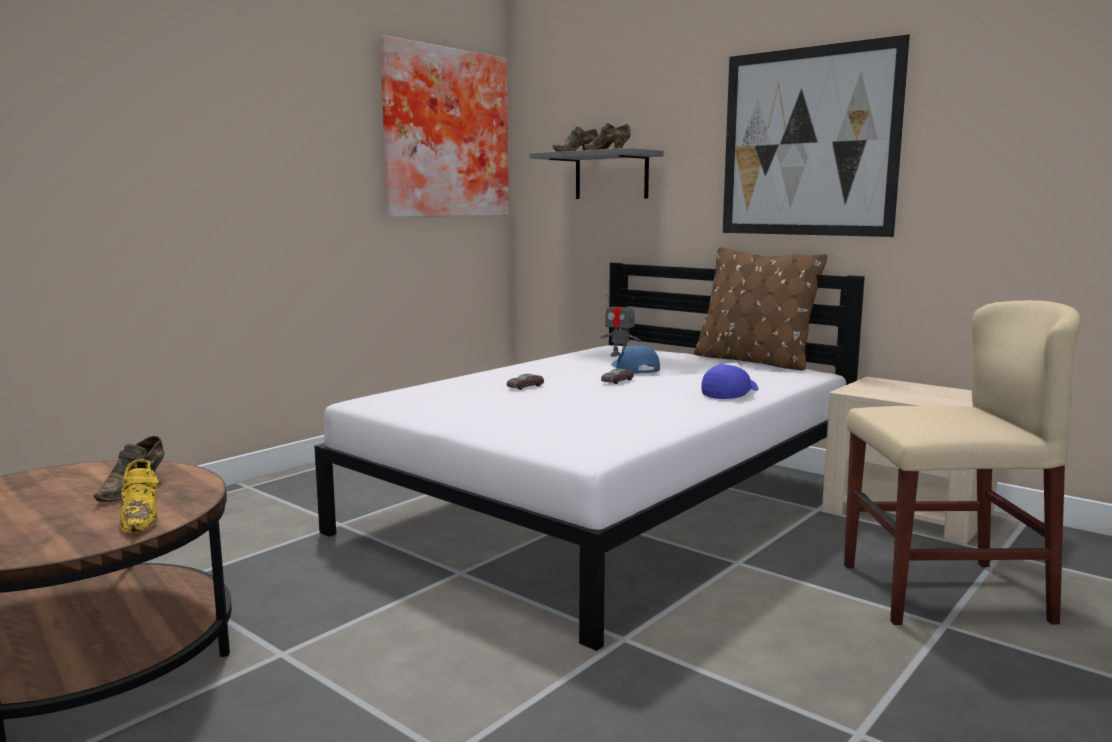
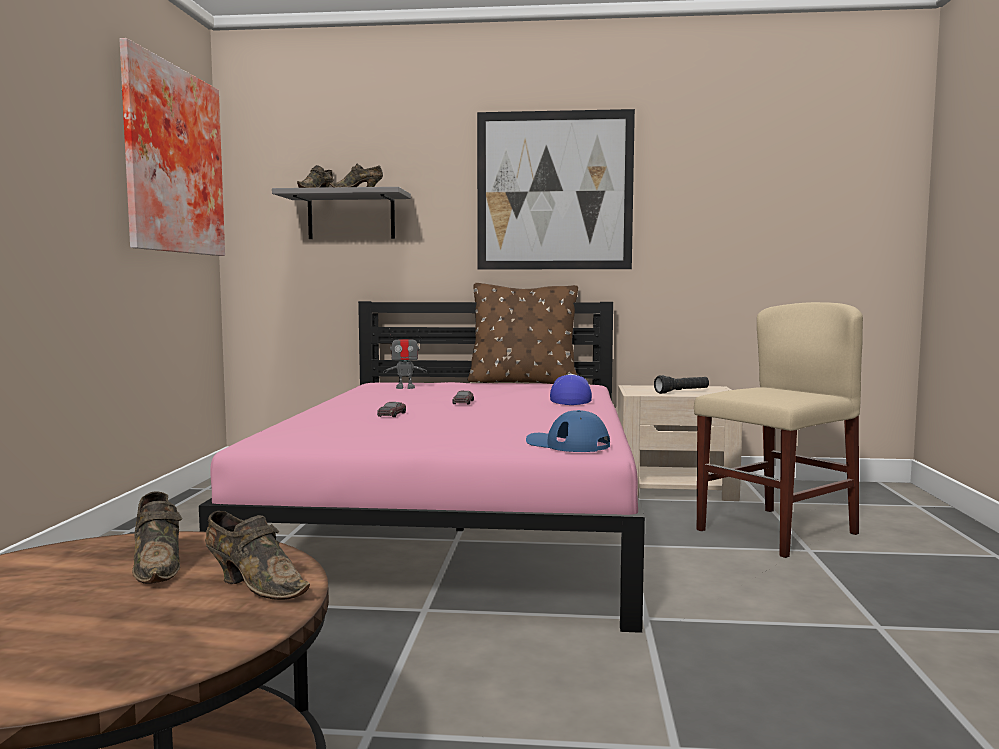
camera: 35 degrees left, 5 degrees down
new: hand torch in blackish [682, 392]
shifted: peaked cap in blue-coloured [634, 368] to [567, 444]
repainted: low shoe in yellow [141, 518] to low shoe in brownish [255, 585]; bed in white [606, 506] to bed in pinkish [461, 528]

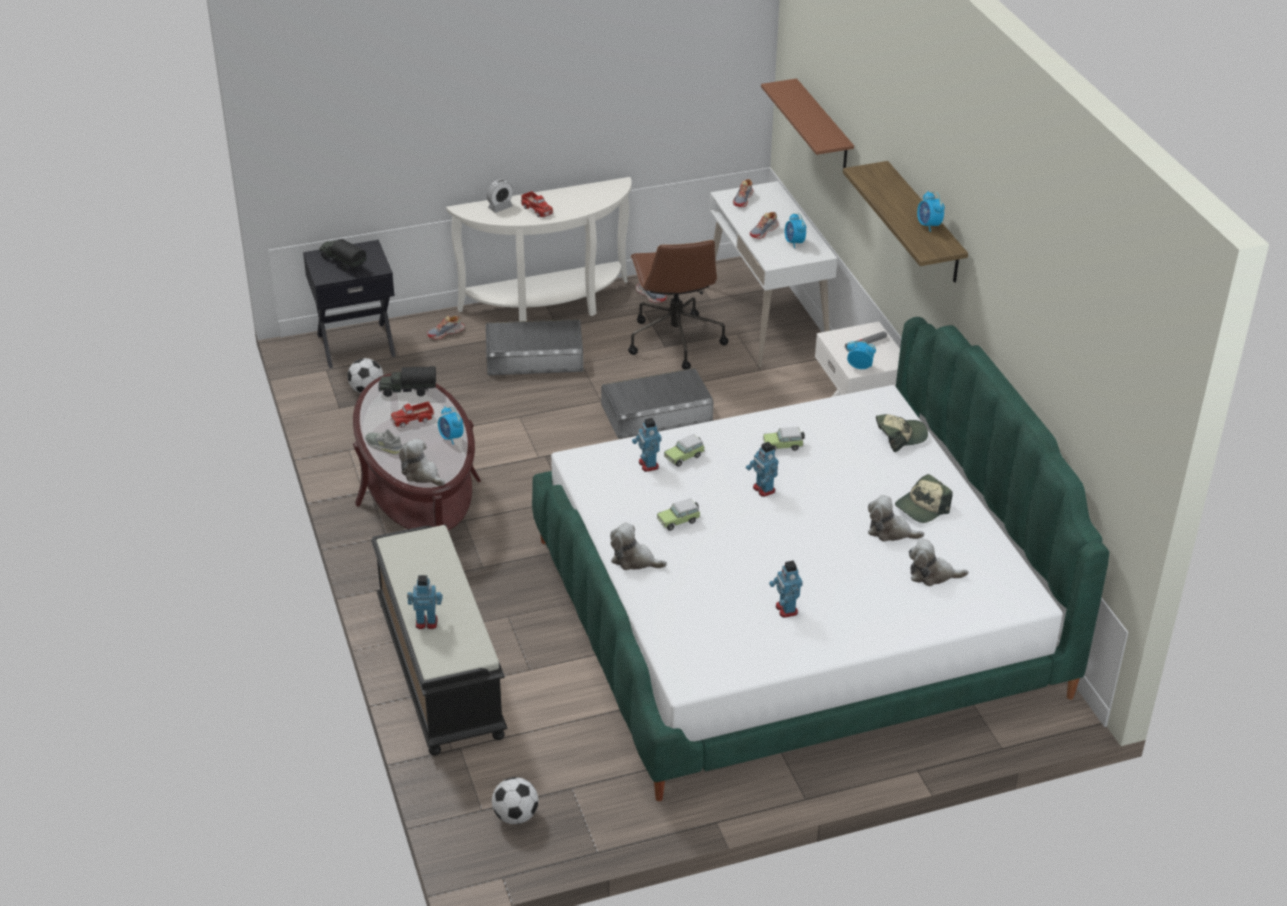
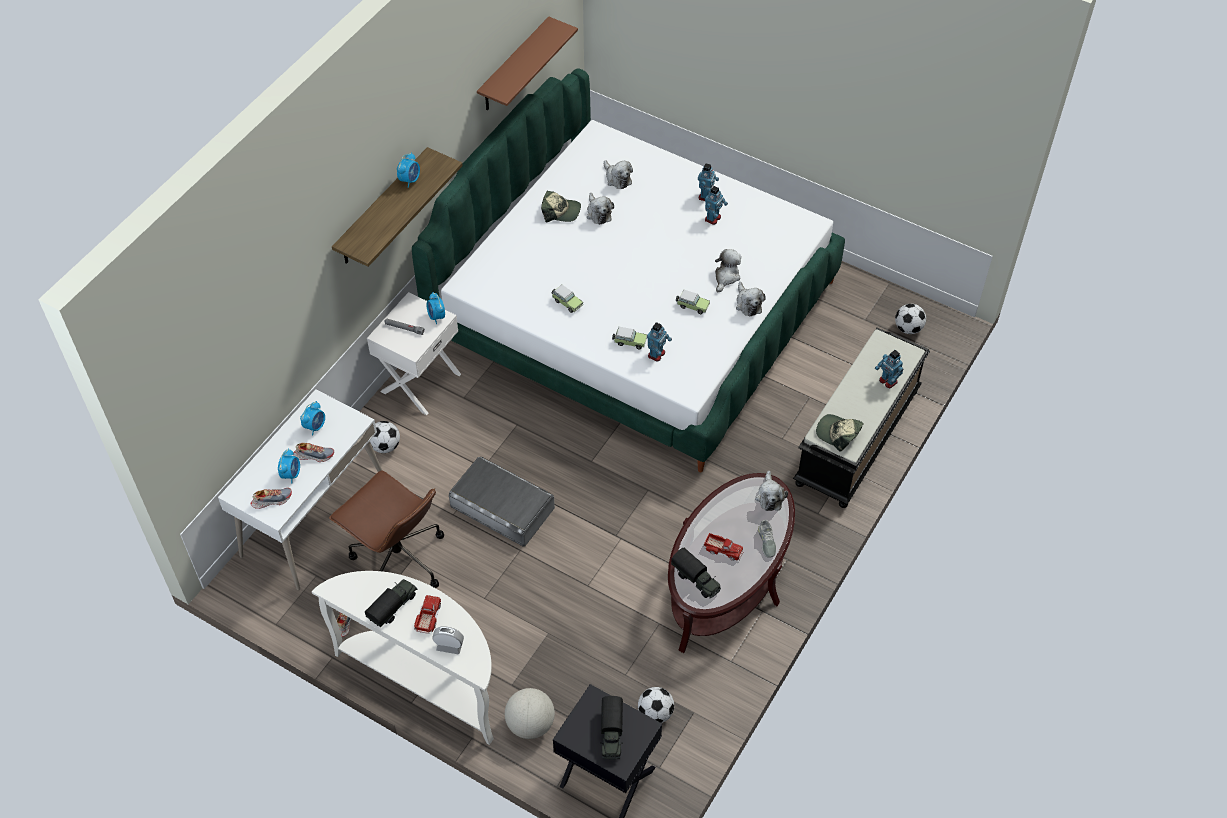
camera: 130 degrees left, 15 degrees up
gone: storage bin in grey [534, 356]
new: toy lorry [393, 607]; football ball [385, 446]; soft toy [726, 277]
shifted: table clock [451, 438] to [291, 474]; model robot [763, 489] to [706, 196]; shelf in brownish [823, 128] to [514, 66]; peaked cap [900, 436] to [838, 433]
swapped: low shoe [446, 333] to world globe [530, 724]
rotated: computer chair in brownish [674, 340] = [397, 559] 90 degrees clockwise

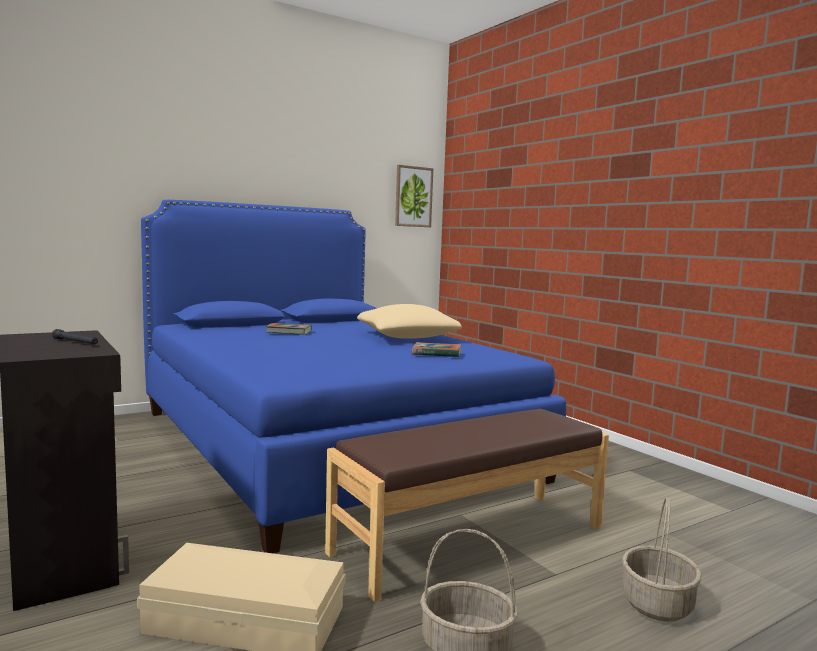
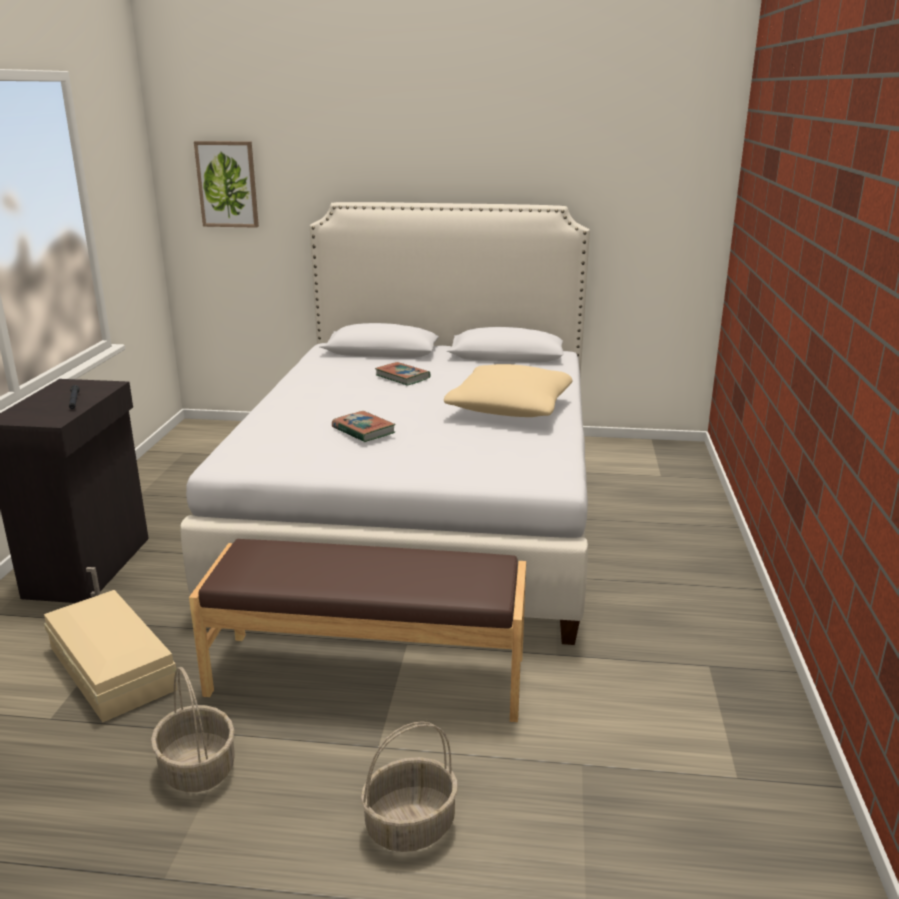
camera: 40 degrees right, 15 degrees up
shifted: wall picture [413, 196] to [227, 184]; volume [436, 353] to [363, 430]
repainted: bed in blue-coloured [325, 443] to bed in white [421, 510]

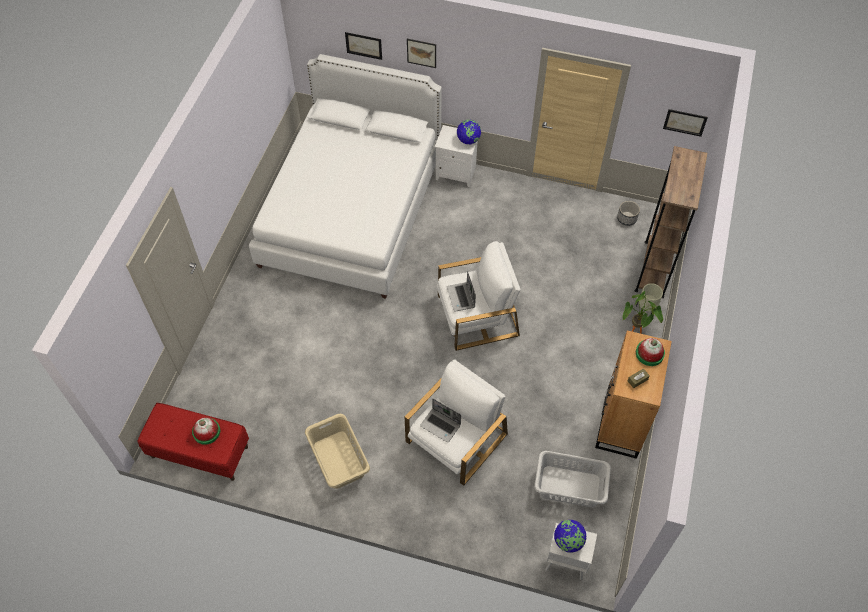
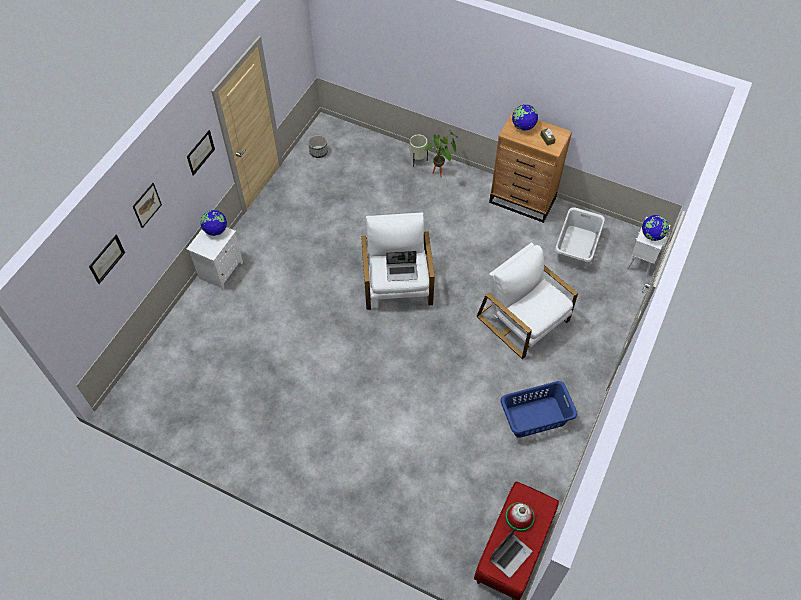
camera: 80 degrees left, 0 degrees up
gone: bed in white [351, 211]; bookshelf in brownish [654, 269]
shifted: notebook computer [441, 425] to [510, 555]; wall picture [685, 122] to [200, 152]
swapped: hat [649, 353] to world globe [523, 126]
repainted: laundry basket in sand-coloured [339, 459] to laundry basket in blue-coloured [534, 417]

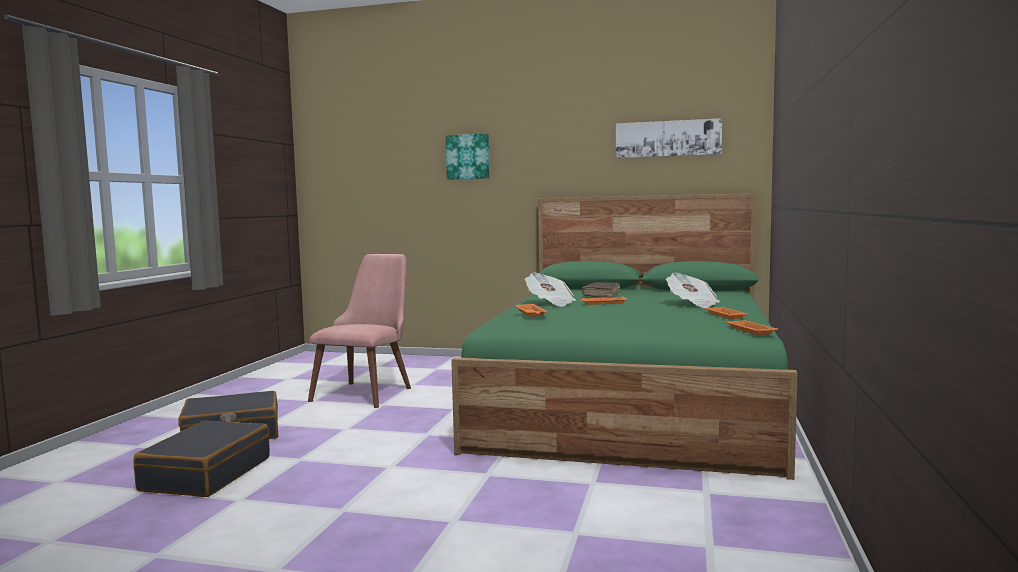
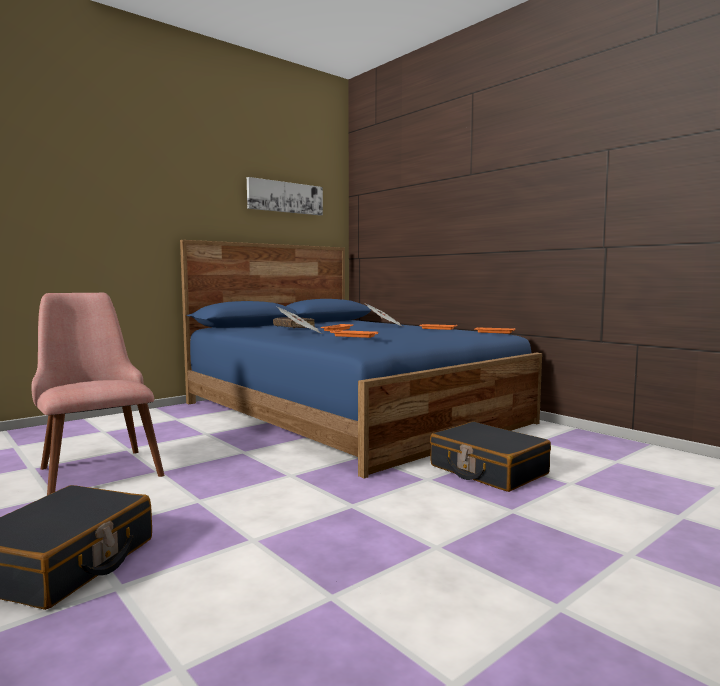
camera: 55 degrees left, 0 degrees up
gone: wall picture [468, 157]
shifted: piece of luggage in blackish [206, 474] to [487, 470]
repainted: bed in greenish [633, 402] to bed in blue-coloured [349, 412]

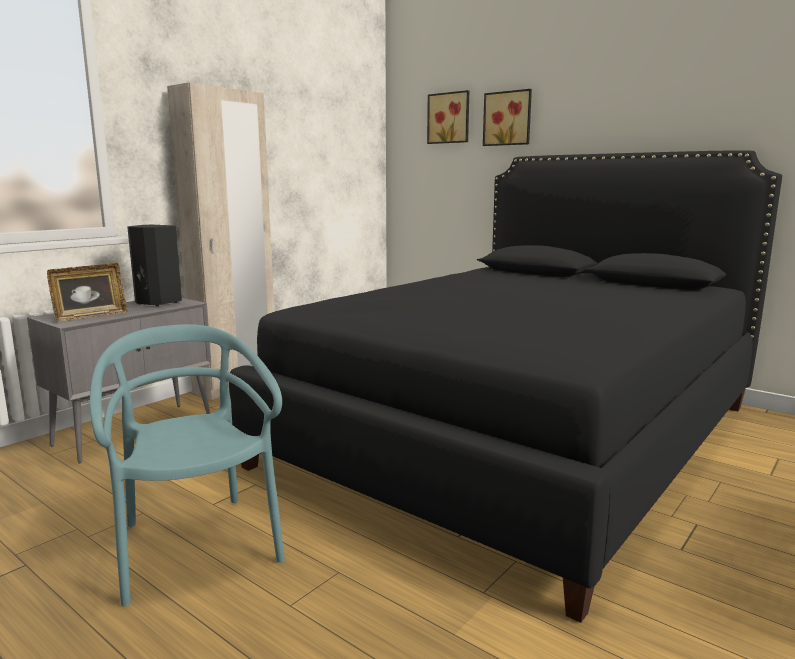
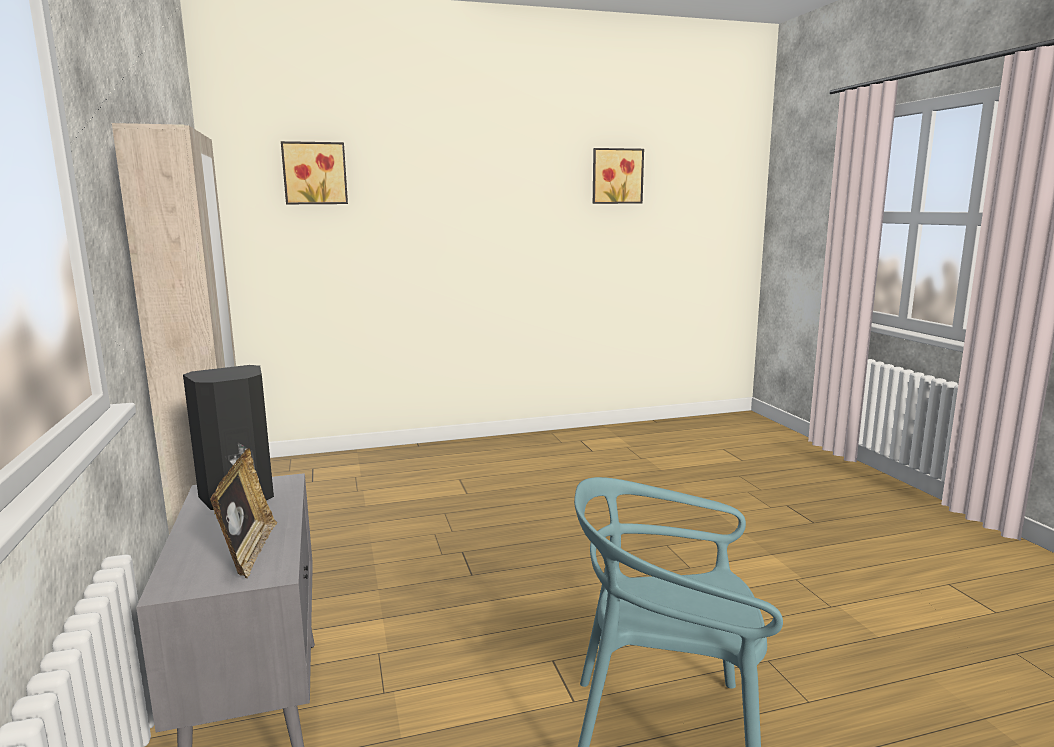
camera: 55 degrees left, 0 degrees up
gone: bed in blackish [521, 434]
shifted: wall picture [508, 118] to [616, 176]

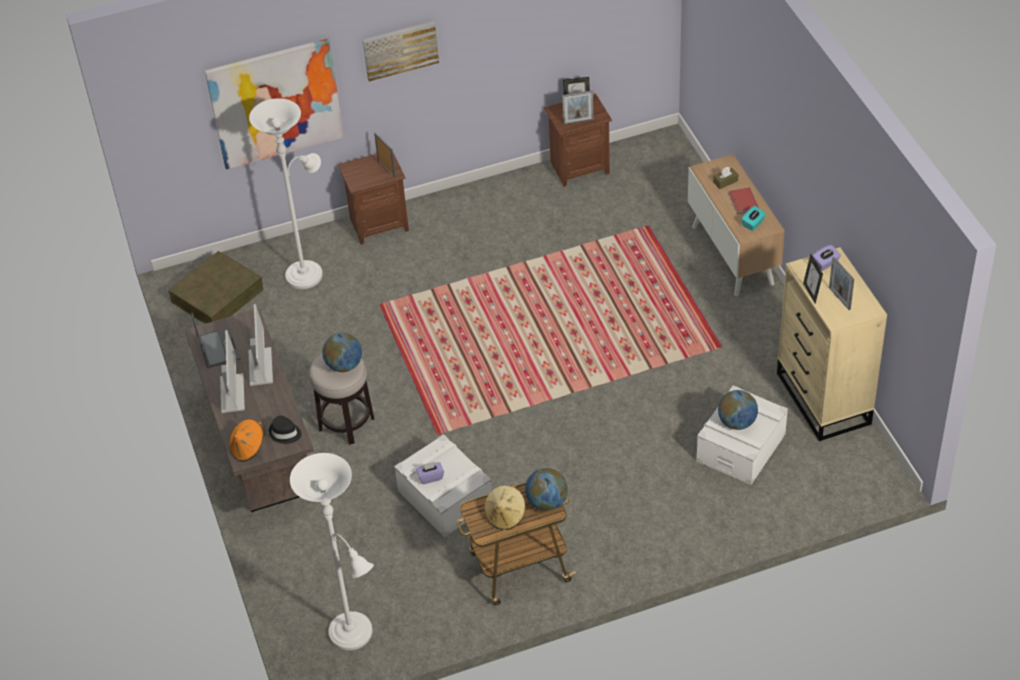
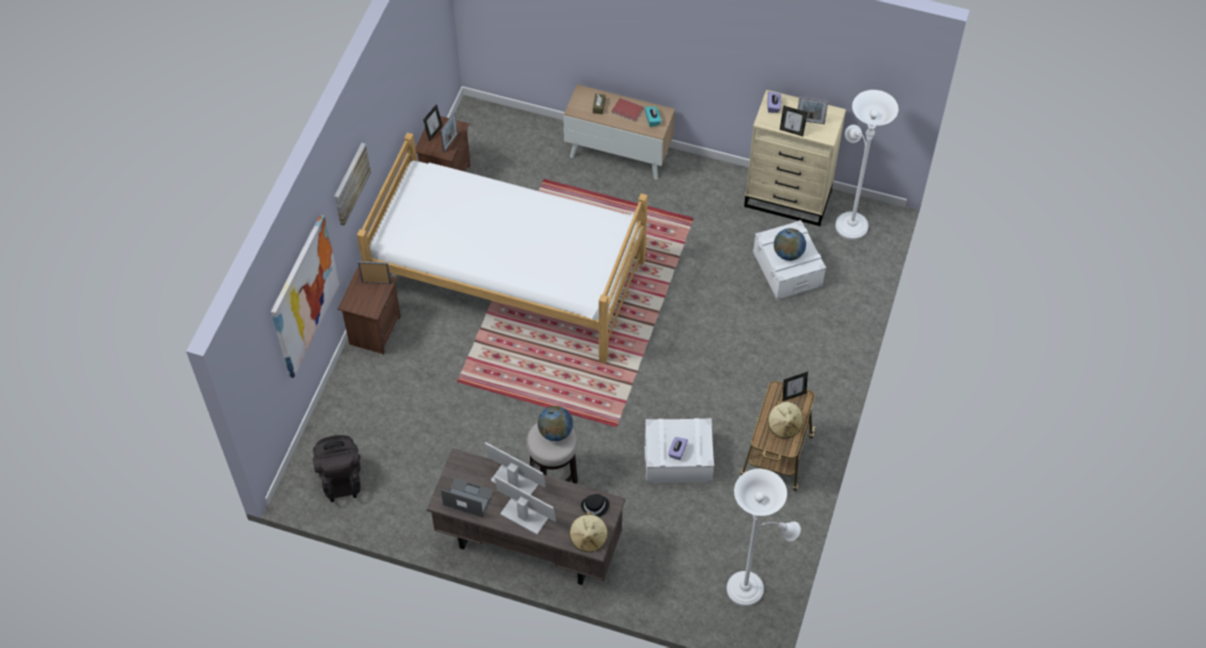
camera: 55 degrees left, 10 degrees up
new: bed [508, 277]
shifted: standing lamp in white [307, 272] to [849, 223]
swapped: storage bin in brownish [217, 296] to rucksack in blackish [341, 478]; world globe [547, 502] to picture frame [793, 395]
repainted: hat in orangey [248, 449] to hat in sand-coloured [588, 538]

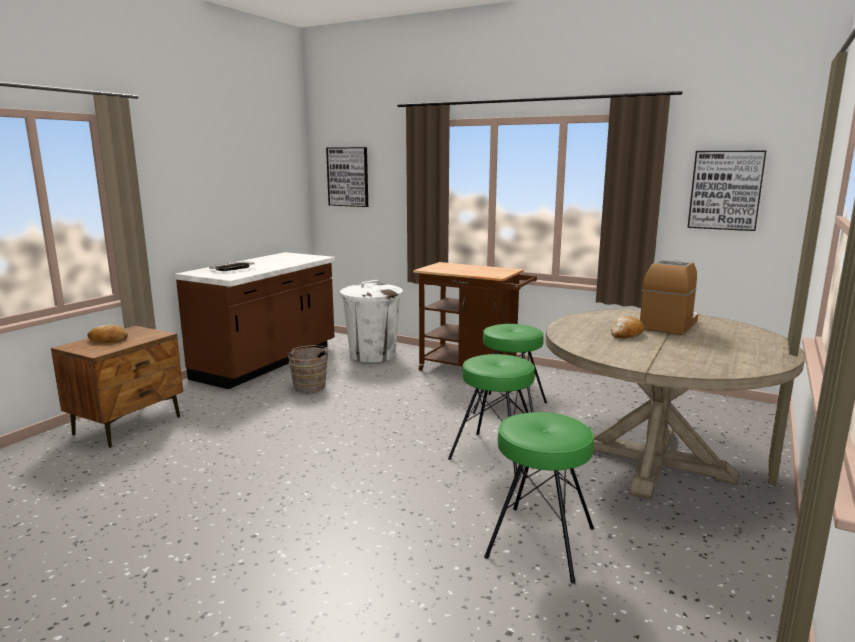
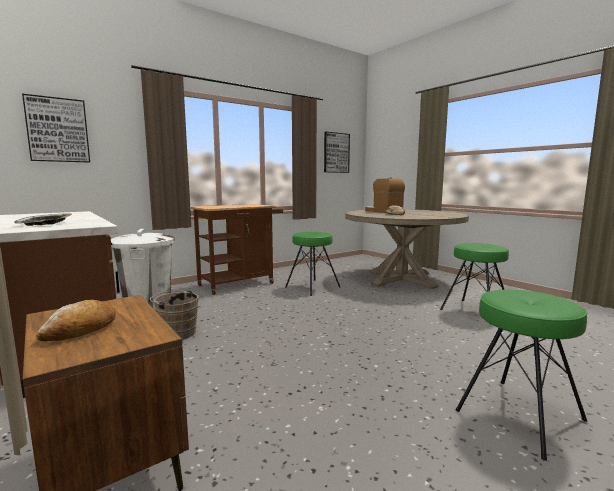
camera: 65 degrees left, 5 degrees down
shifted: stool in greenish [495, 453] to [518, 414]

